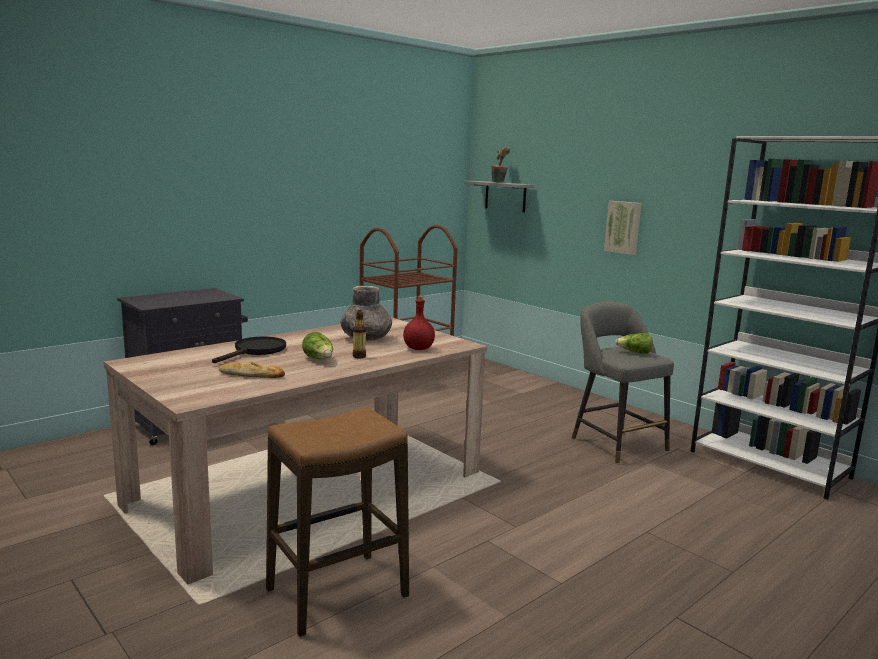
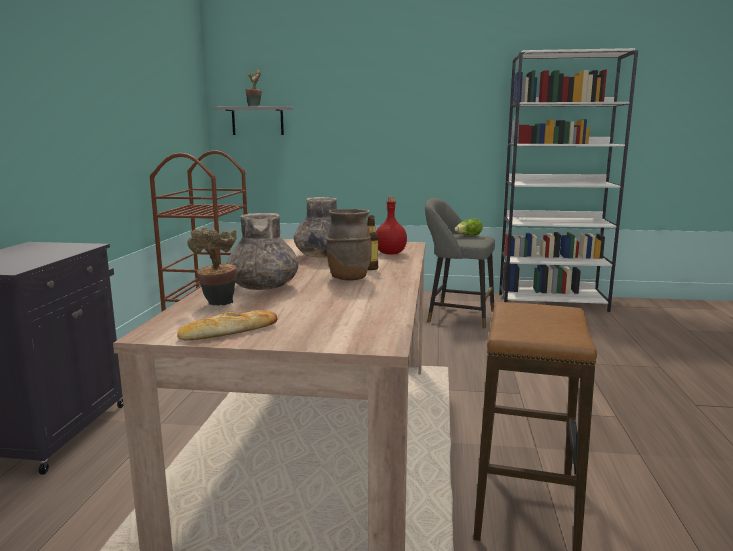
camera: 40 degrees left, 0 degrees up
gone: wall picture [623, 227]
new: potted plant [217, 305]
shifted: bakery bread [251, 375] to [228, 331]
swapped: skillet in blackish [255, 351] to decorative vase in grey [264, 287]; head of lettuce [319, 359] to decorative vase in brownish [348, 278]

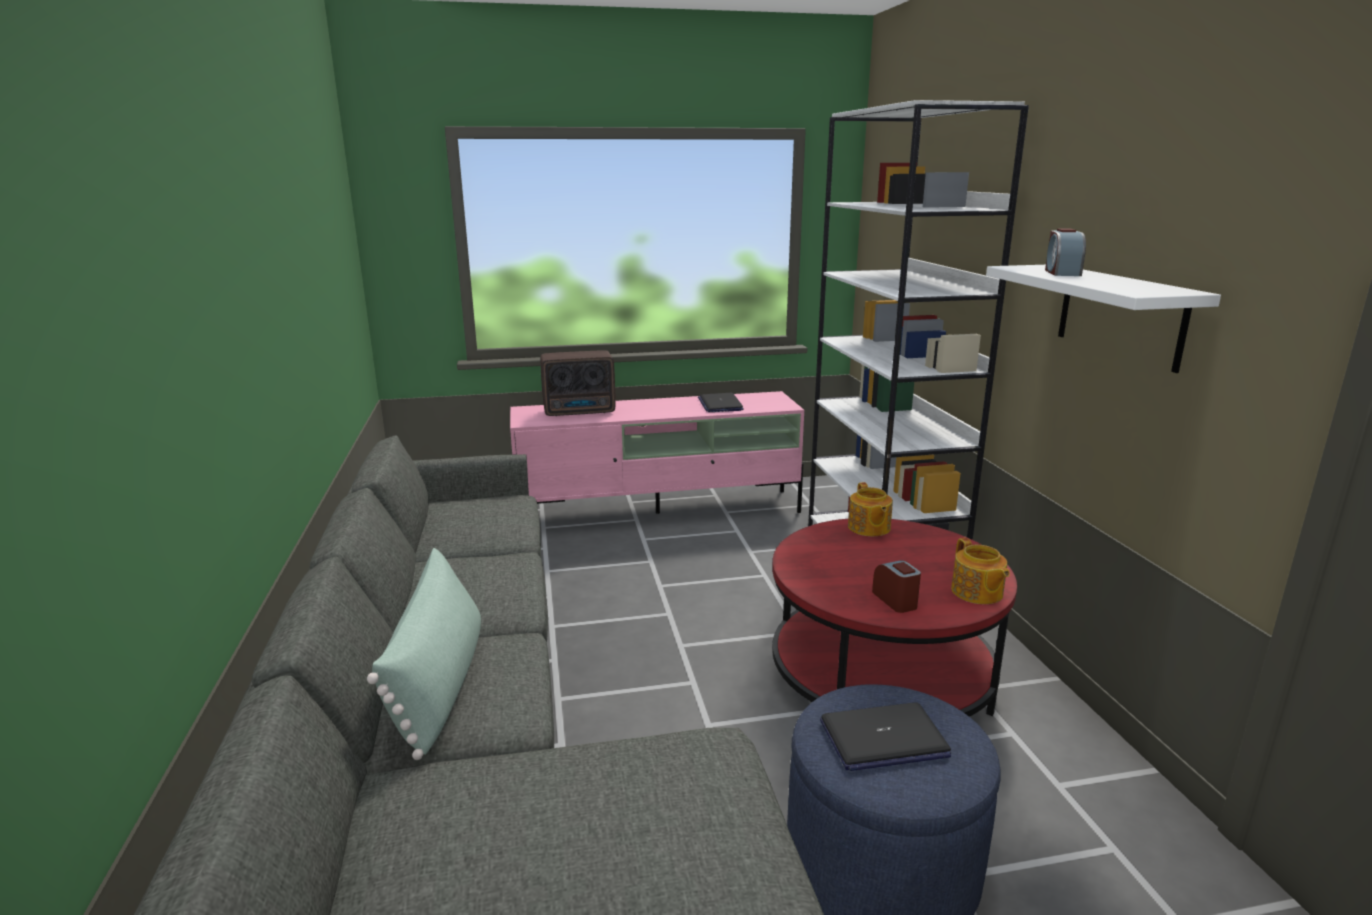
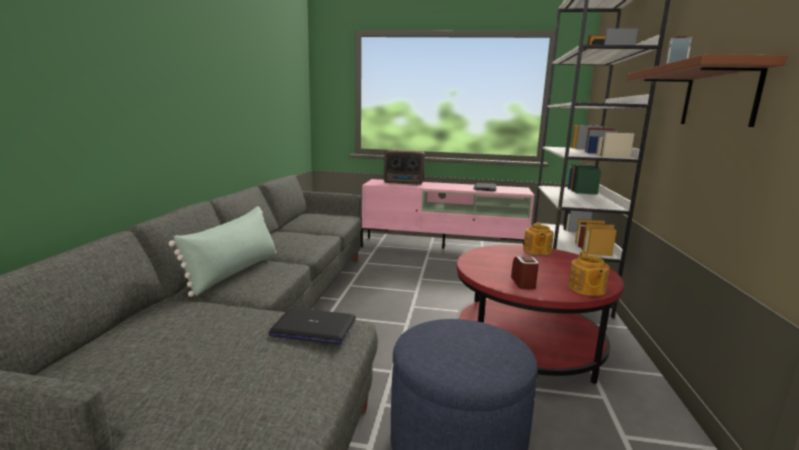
camera: 20 degrees right, 5 degrees down
shifted: notebook computer [883, 739] to [313, 328]
repainted: shelf in white [1120, 315] to shelf in brownish [719, 96]

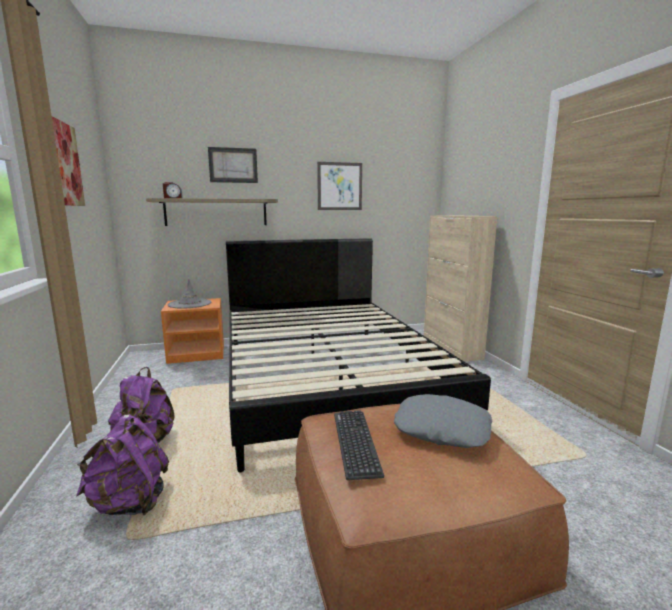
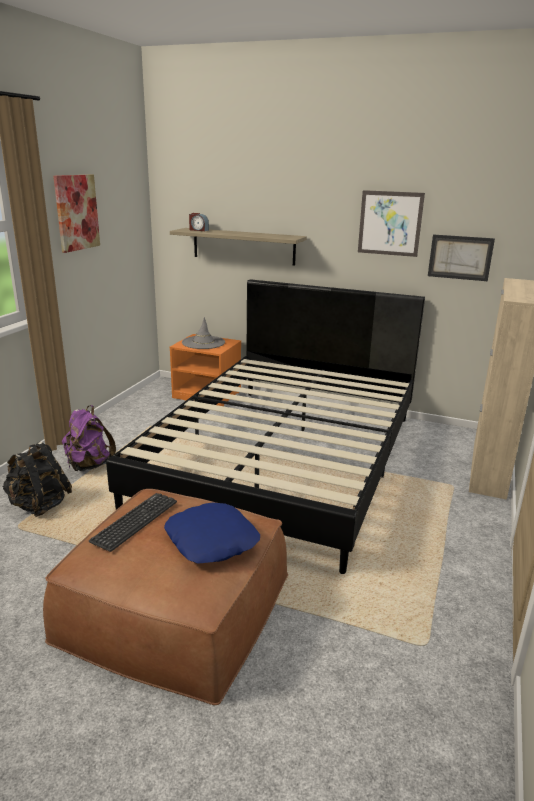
camera: 35 degrees right, 10 degrees up
shifted: wall picture [233, 165] to [460, 257]
repainted: rucksack in purple-coloured [129, 503] to rucksack in blackish [39, 505]; pillow in grey [442, 429] to pillow in blue-coloured [212, 540]

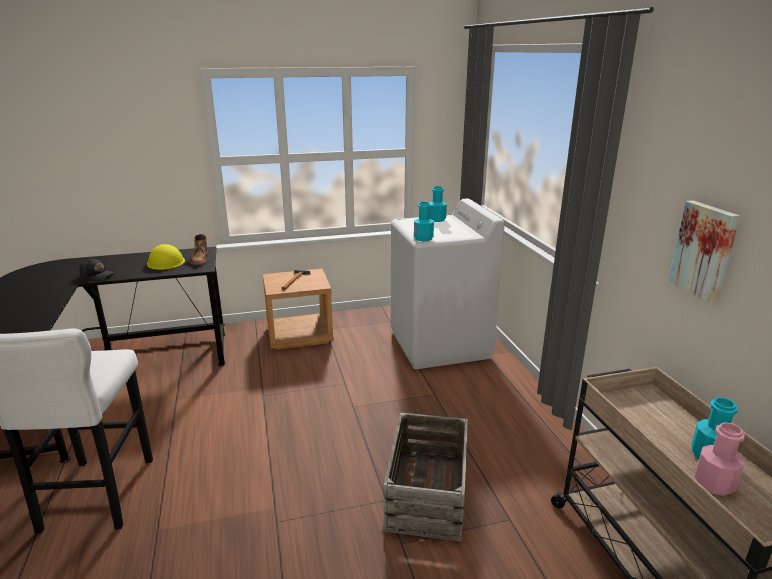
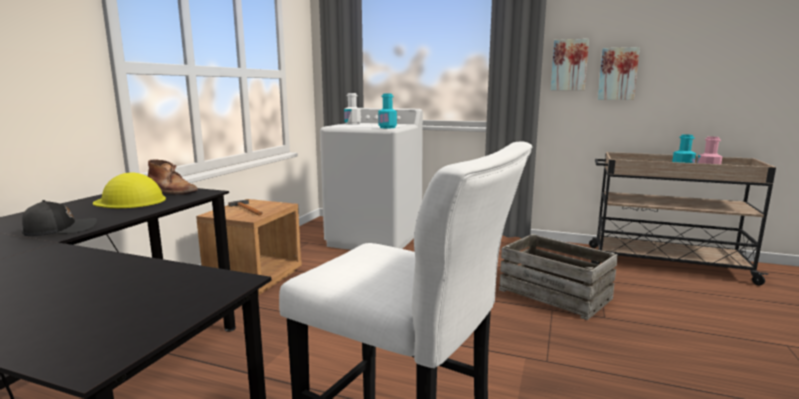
camera: 55 degrees left, 10 degrees down
new: wall picture [569, 65]
repainted: bottle in turquoise [436, 219] to bottle in white [352, 124]

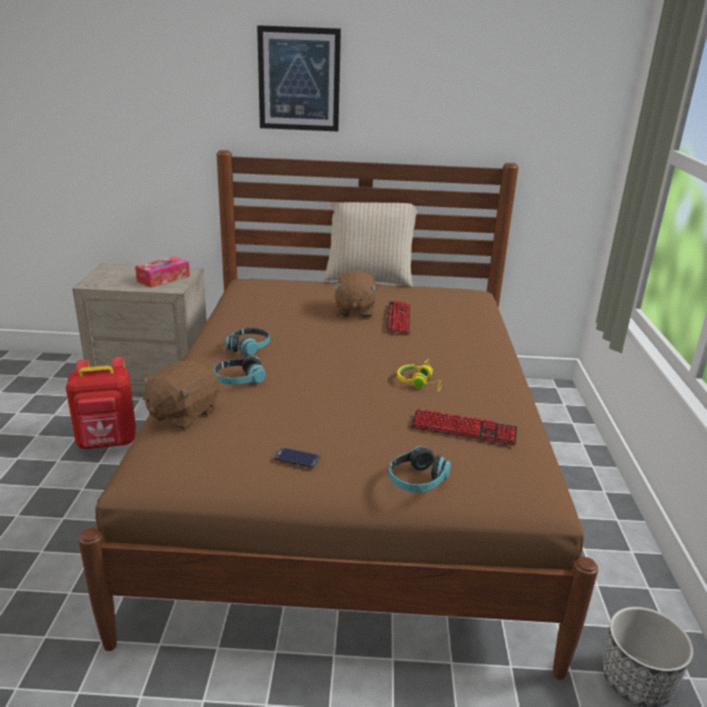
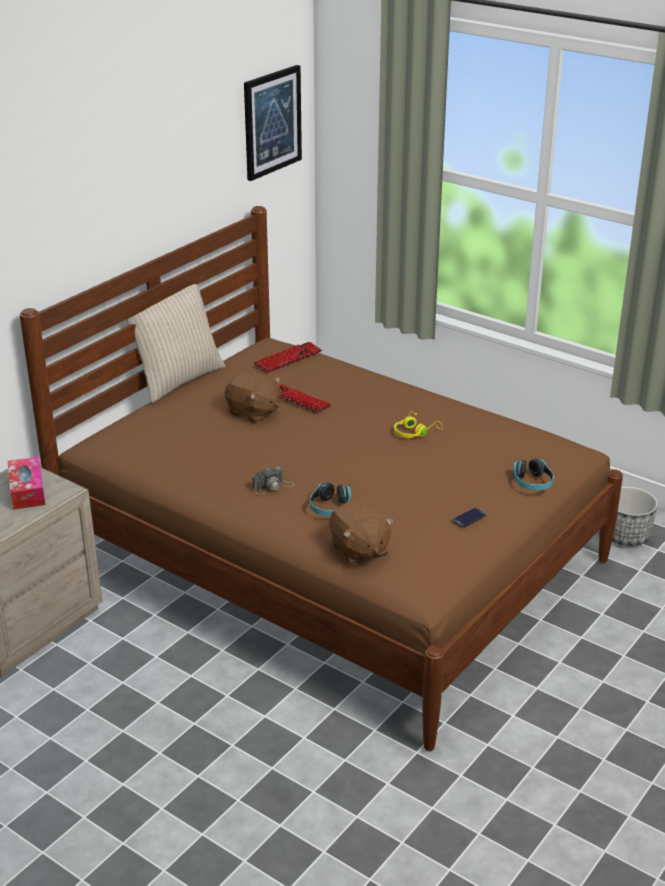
camera: 55 degrees left, 5 degrees up
gone: rucksack in red [108, 443]
shifted: wall picture [299, 79] to [272, 122]; PC keyboard [463, 429] to [288, 358]
swapped: headphones [249, 347] to photo camera [273, 486]

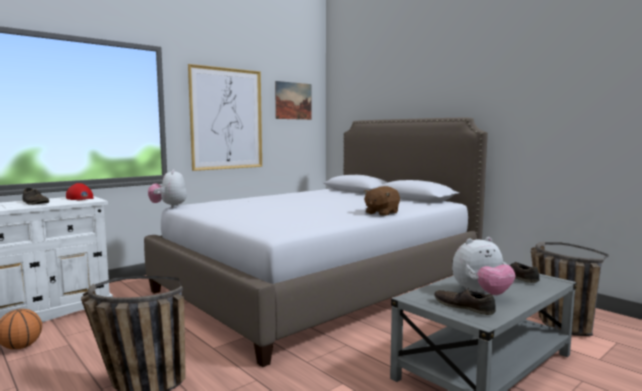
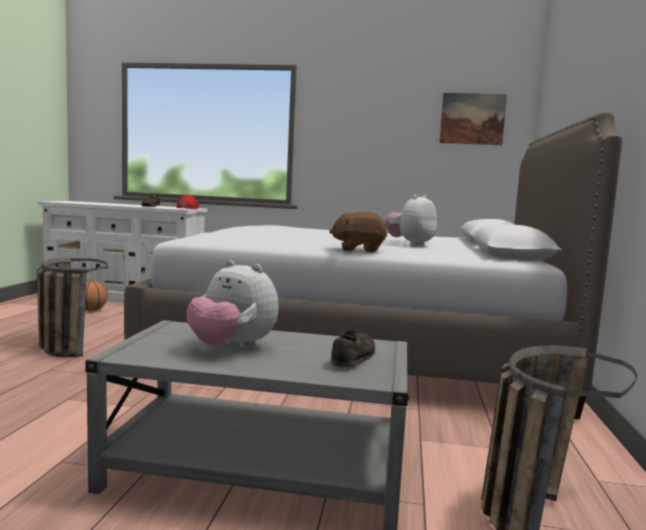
camera: 50 degrees right, 0 degrees up
gone: wall picture [226, 119]; low shoe in brownish [463, 307]
shifted: soft toy [169, 206] to [410, 244]

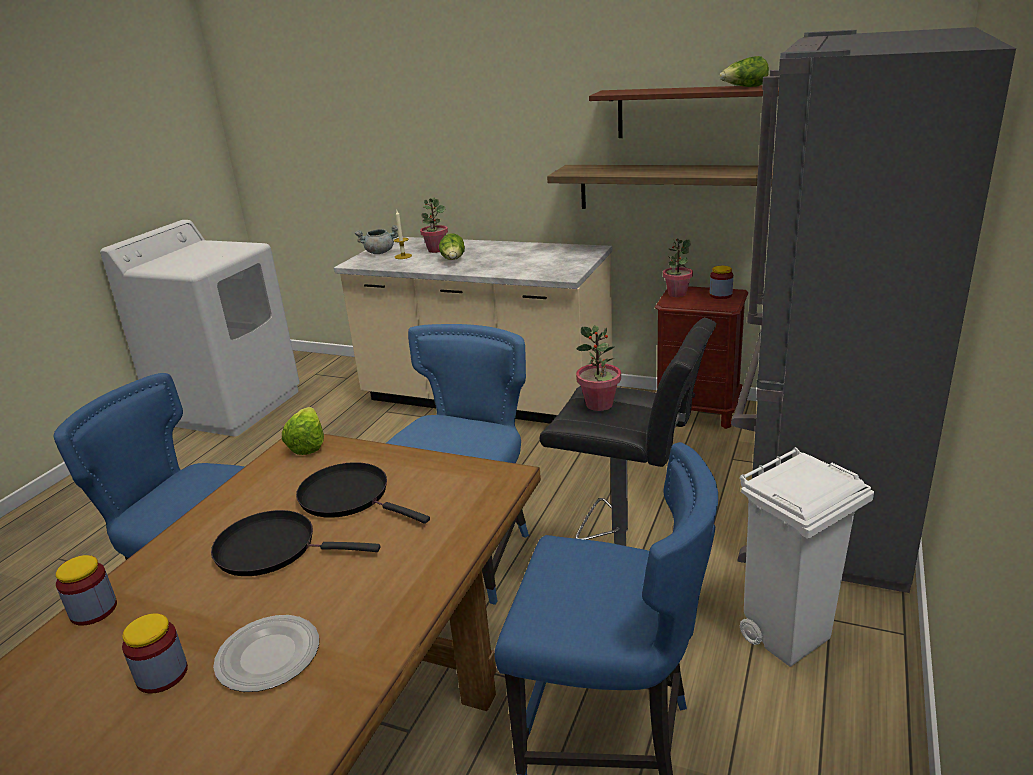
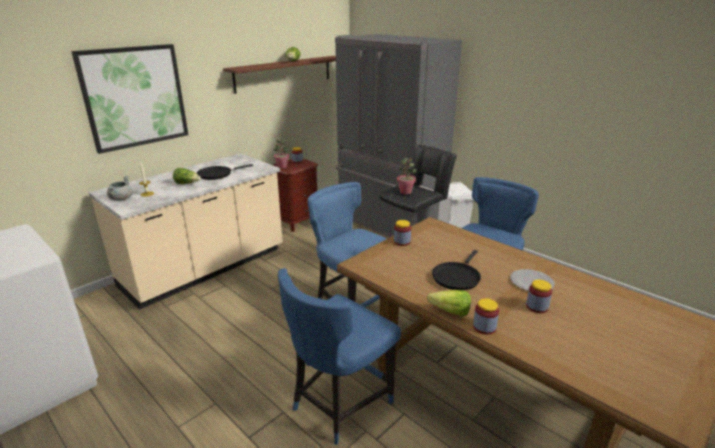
camera: 70 degrees left, 0 degrees up
gone: potted plant [436, 250]; shelf [671, 188]
new: wall picture [135, 97]; jar [402, 242]
shifted: head of lettuce [310, 442] to [447, 311]; skillet in blackish [349, 497] to [217, 174]

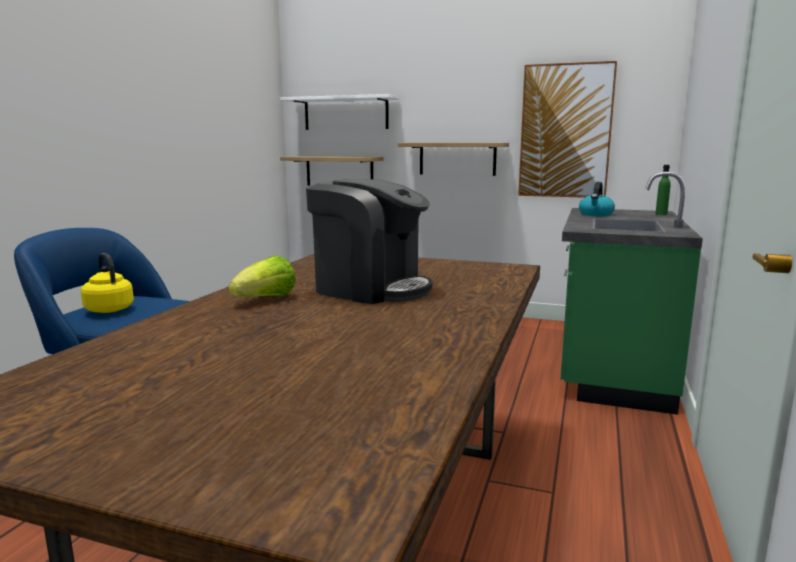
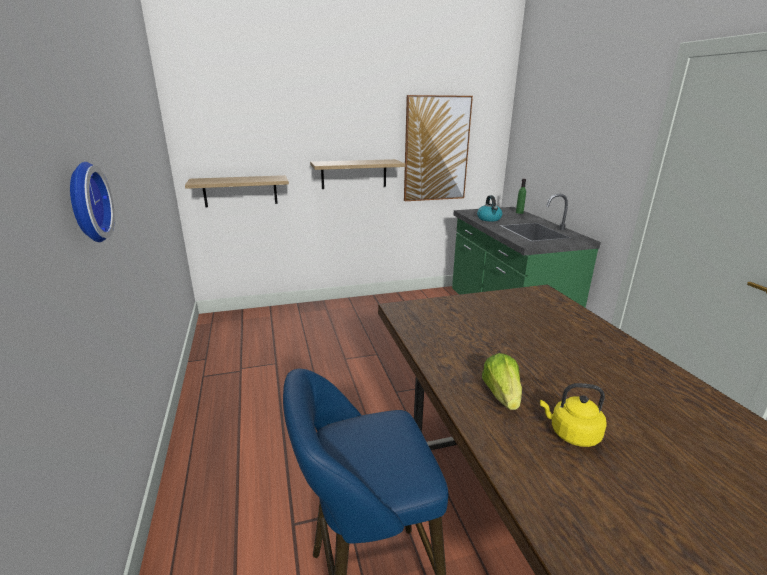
camera: 35 degrees left, 10 degrees up
gone: shelf in white [346, 113]; coffee machine [370, 288]
new: wall clock [84, 203]
shifted: water kettle in yellow [108, 309] to [571, 434]

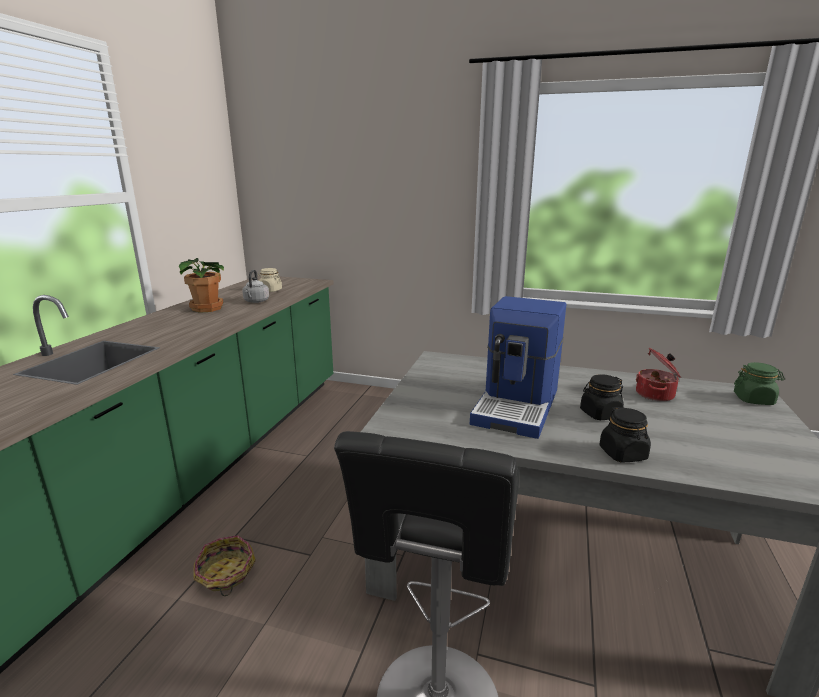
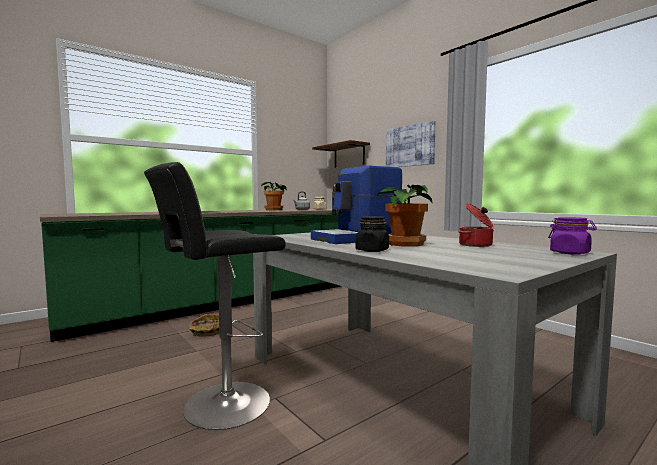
camera: 35 degrees right, 15 degrees down
new: shelf [349, 156]; wall picture [410, 146]
swapped: jar in blackish [600, 414] to potted plant [404, 244]
repainted: jar in greenish [753, 399] to jar in purple-coloured [570, 253]

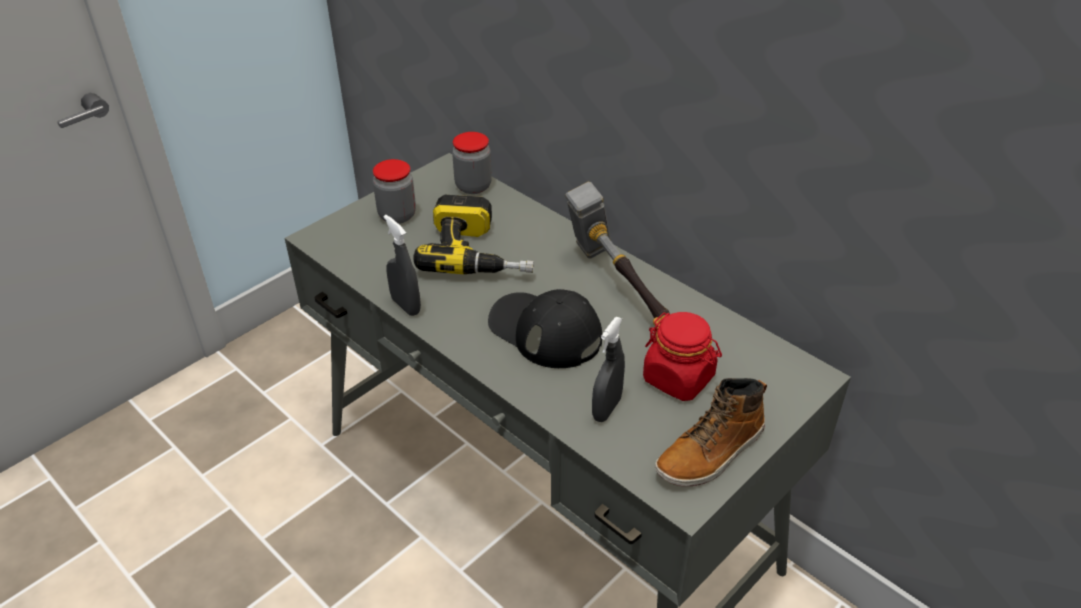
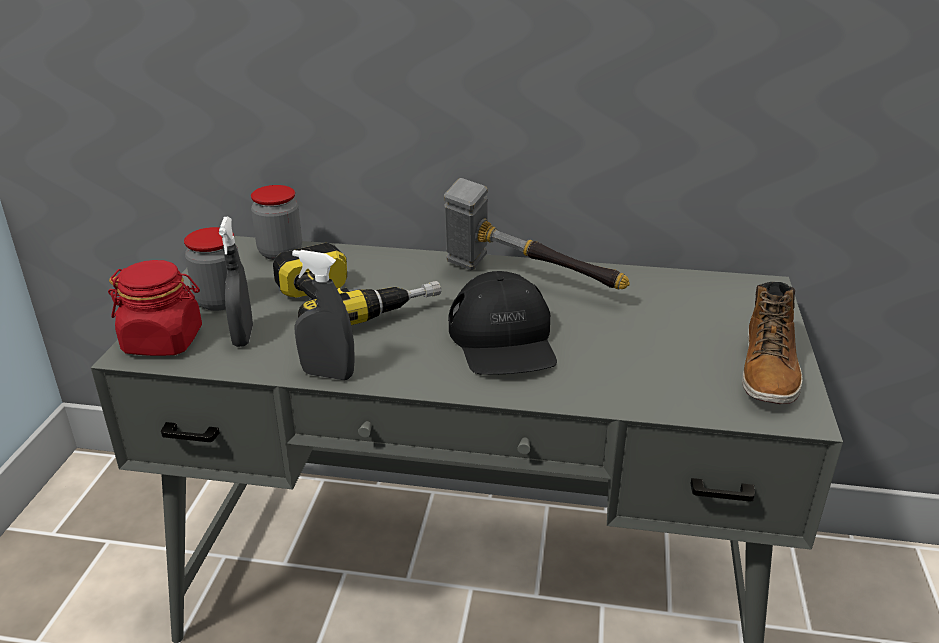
camera: 35 degrees left, 10 degrees down
shifted: spray bottle in grey [606, 409] to [243, 336]; jar in red [679, 378] to [164, 341]
rotated: peaked cap in blackish [545, 331] = [503, 340] 105 degrees counterclockwise

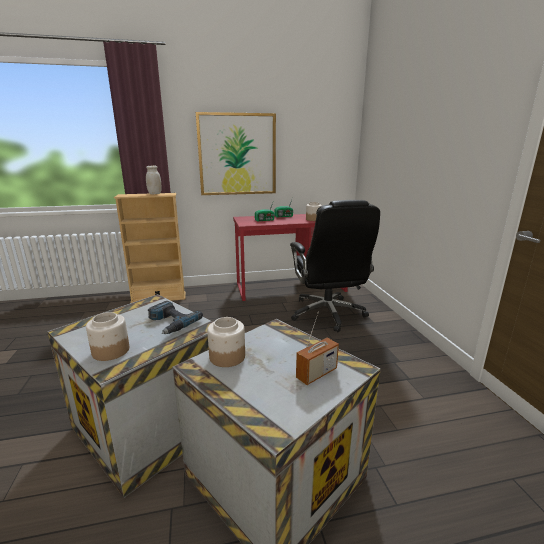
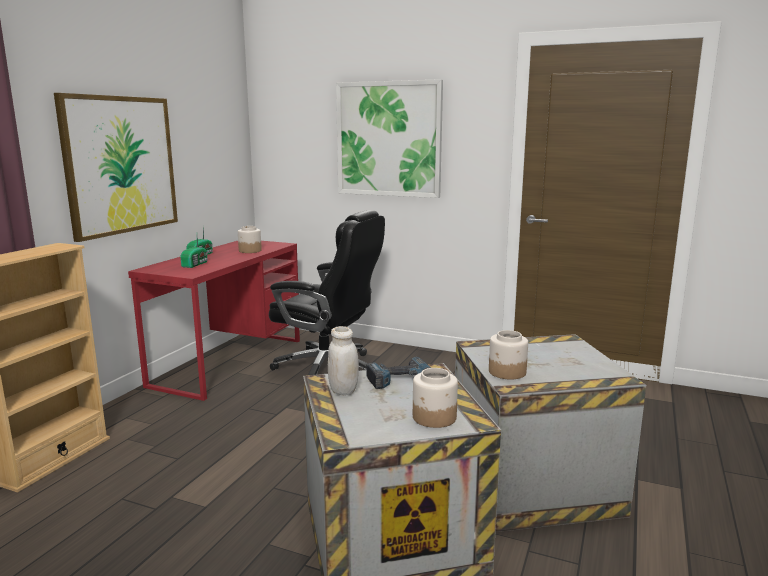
camera: 55 degrees left, 5 degrees down
gone: radio set [316, 374]
new: wall picture [388, 139]
shifted: jar in white [155, 194] to [343, 390]

